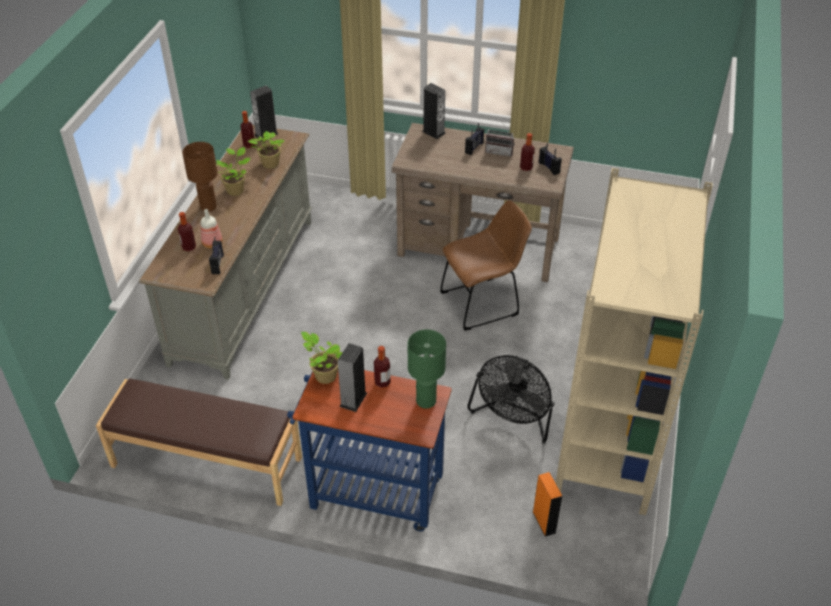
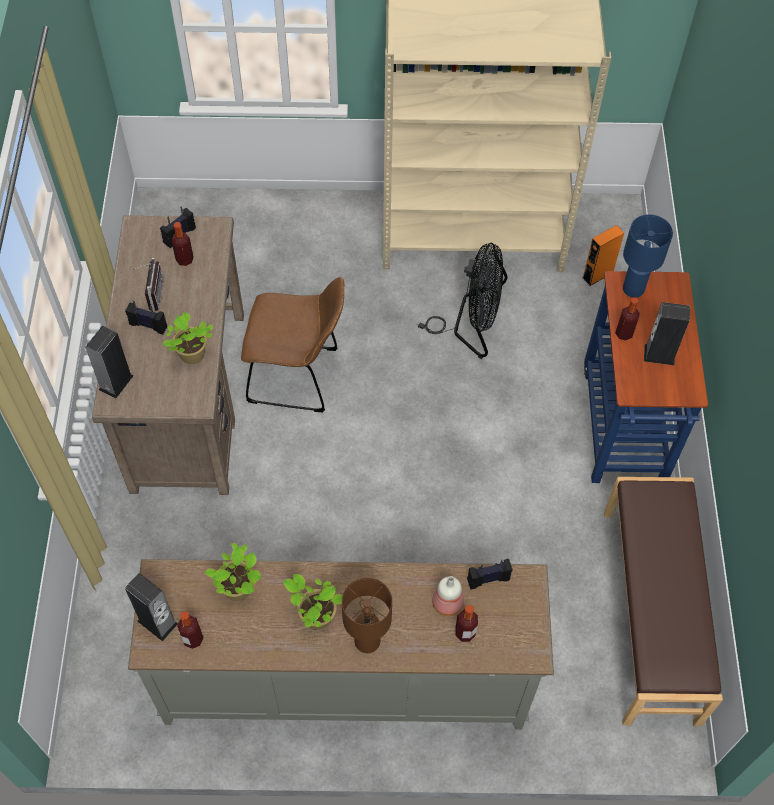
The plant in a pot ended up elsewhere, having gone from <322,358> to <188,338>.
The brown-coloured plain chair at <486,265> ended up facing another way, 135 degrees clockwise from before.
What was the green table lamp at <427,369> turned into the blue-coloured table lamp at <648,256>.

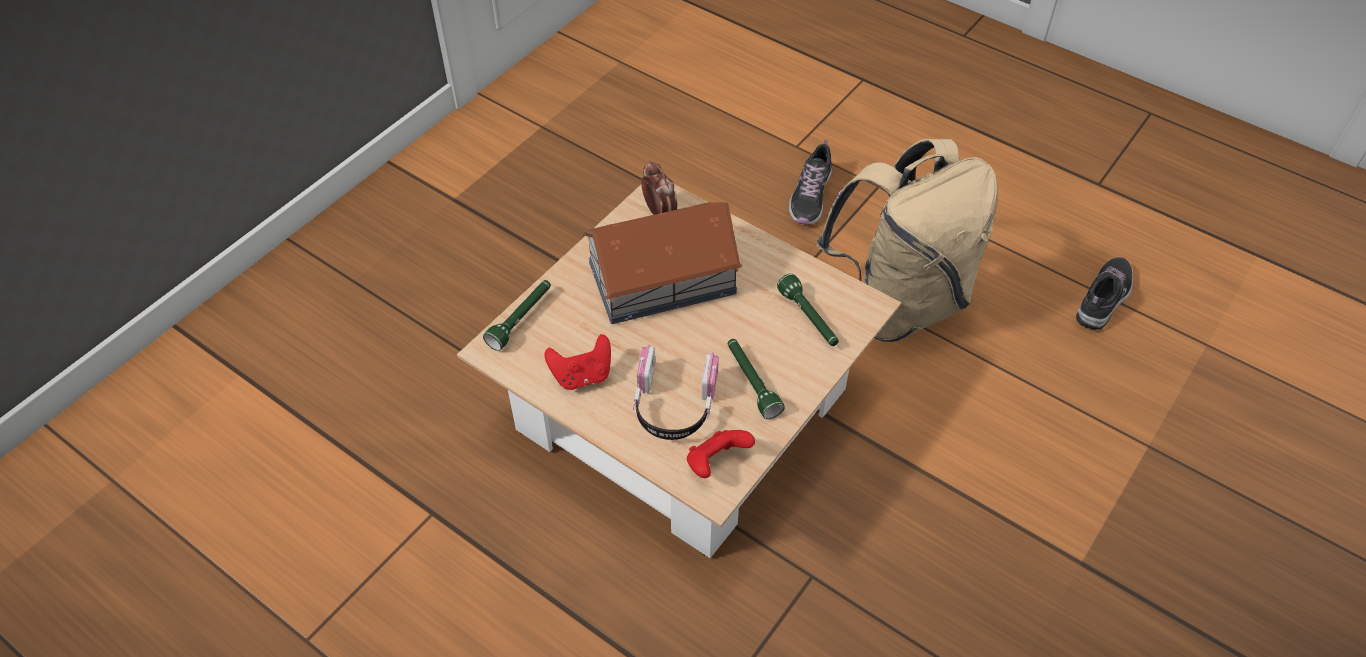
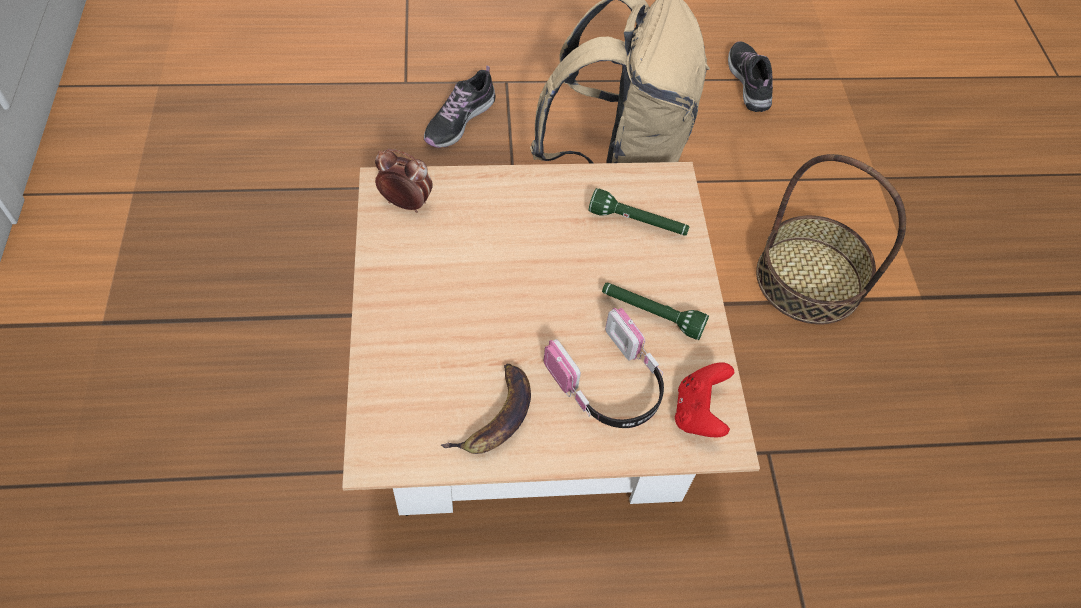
The low shoe at <810,182> ended up facing another way, 60 degrees clockwise from before.
Where the reddish joypad stood at <578,362>, the banana came to stand at <486,409>.
The second view gained the household basket at <831,239>.
The second view lost the green hand torch at <517,315>.
The second view lost the miniature house at <662,263>.

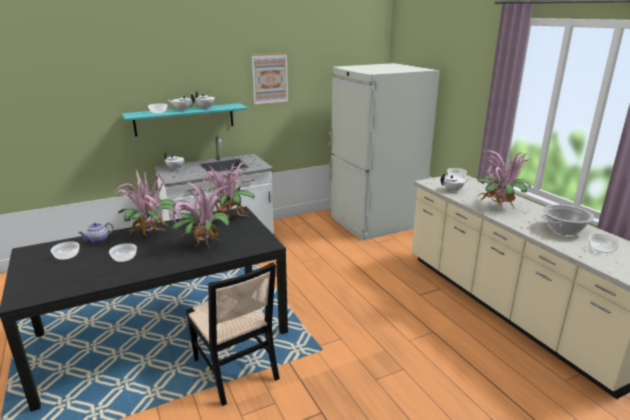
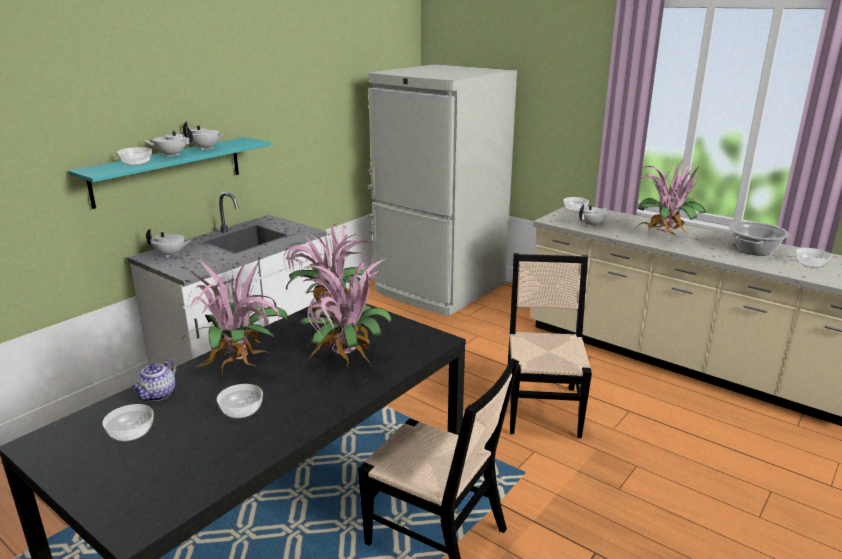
The second view gained the plain chair at <550,345>.
The second view lost the wall art at <269,79>.

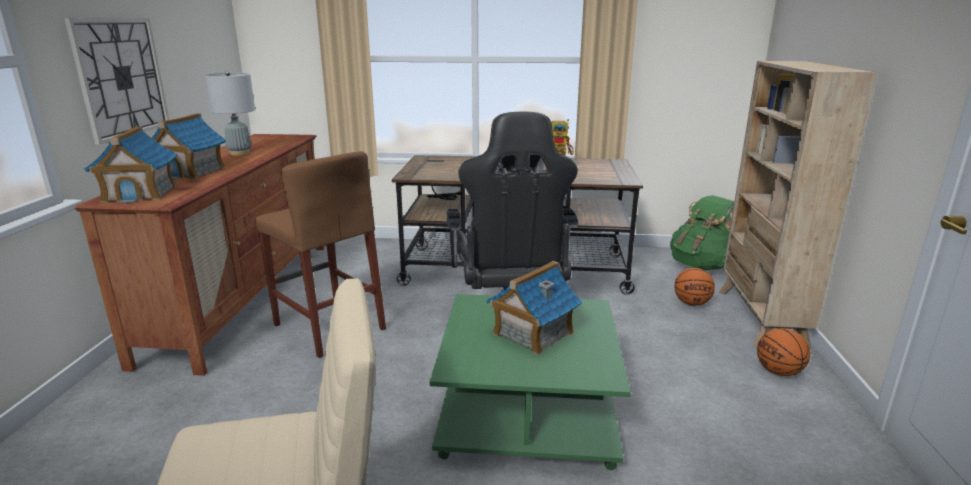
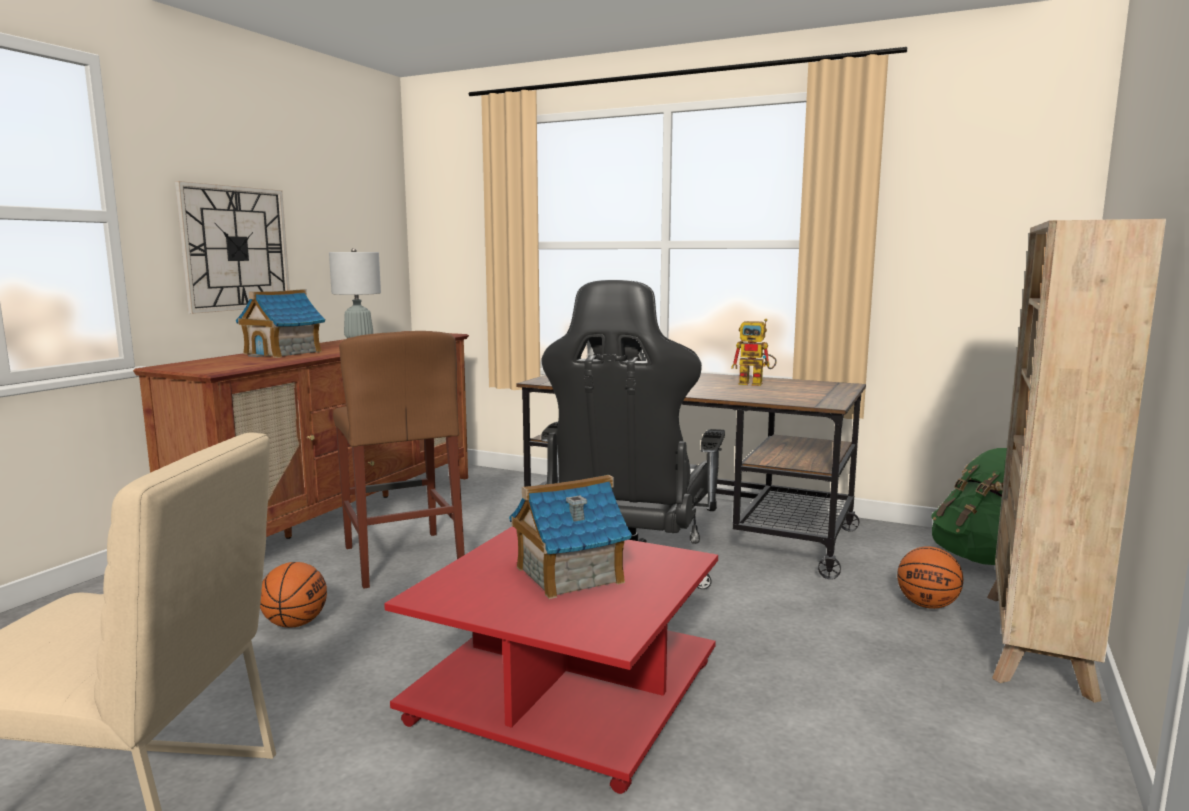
The basketball ended up elsewhere, having gone from <783,352> to <293,595>.
What was the green low table at <530,382> turned into the reddish low table at <551,660>.
The second view lost the miniature house at <130,165>.

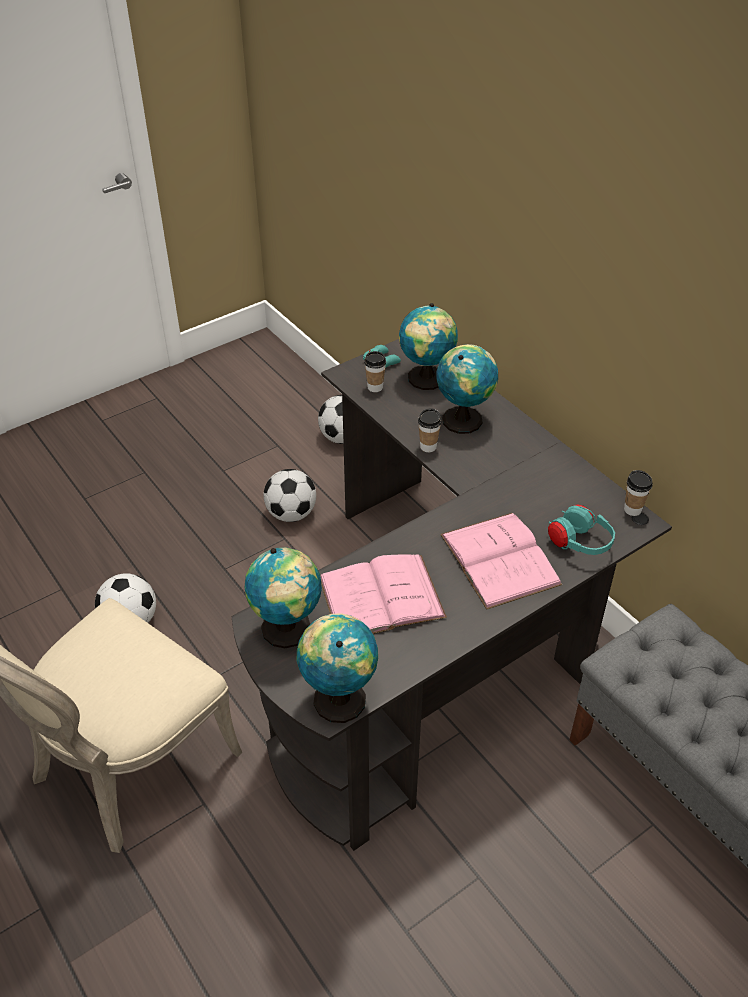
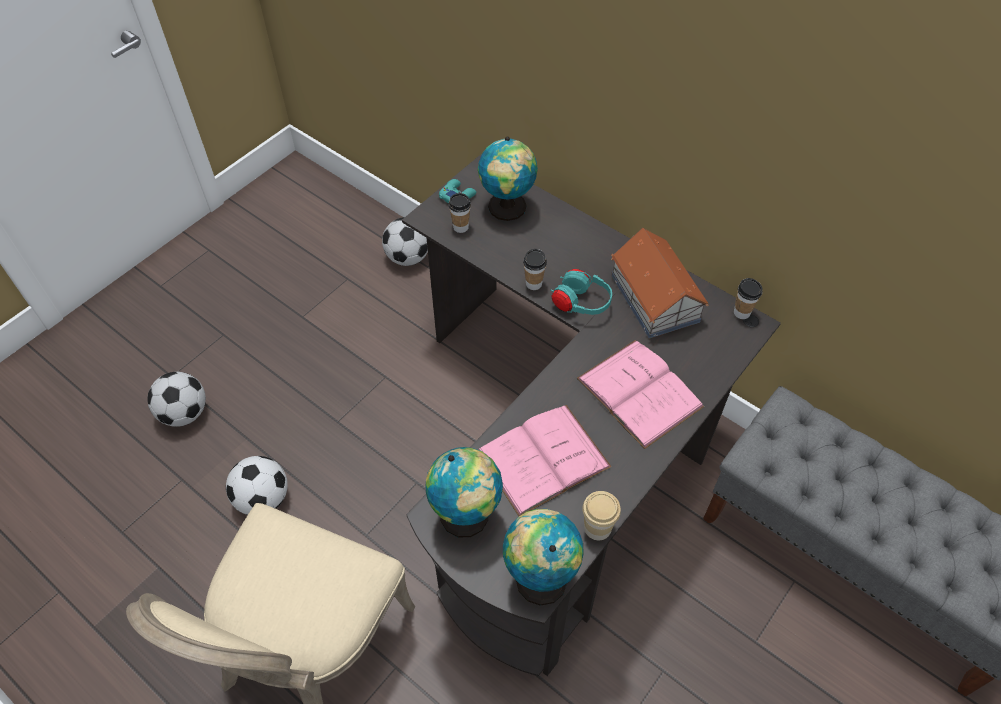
The football ball ended up elsewhere, having gone from <290,495> to <176,399>.
The turquoise headphones ended up elsewhere, having gone from <581,529> to <581,292>.
The second view gained the drinking cup at <601,515>.
The second view gained the miniature house at <660,283>.
The second view lost the world globe at <467,389>.

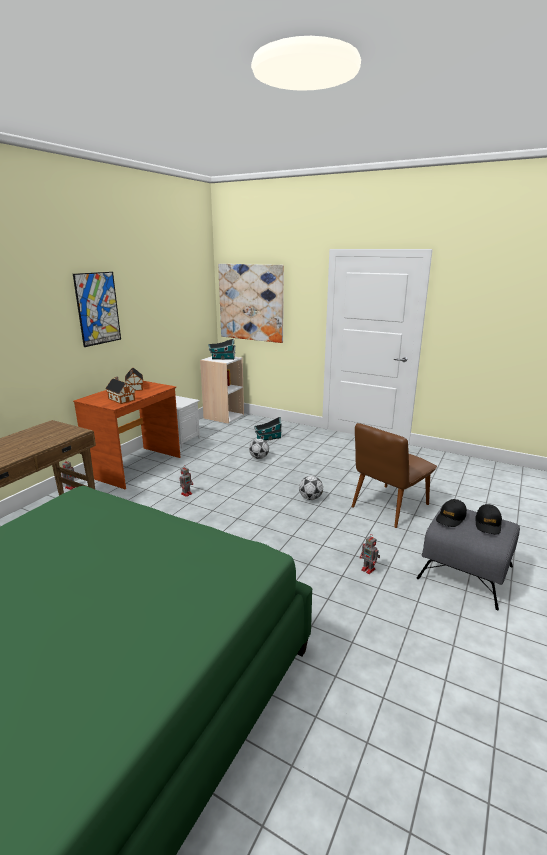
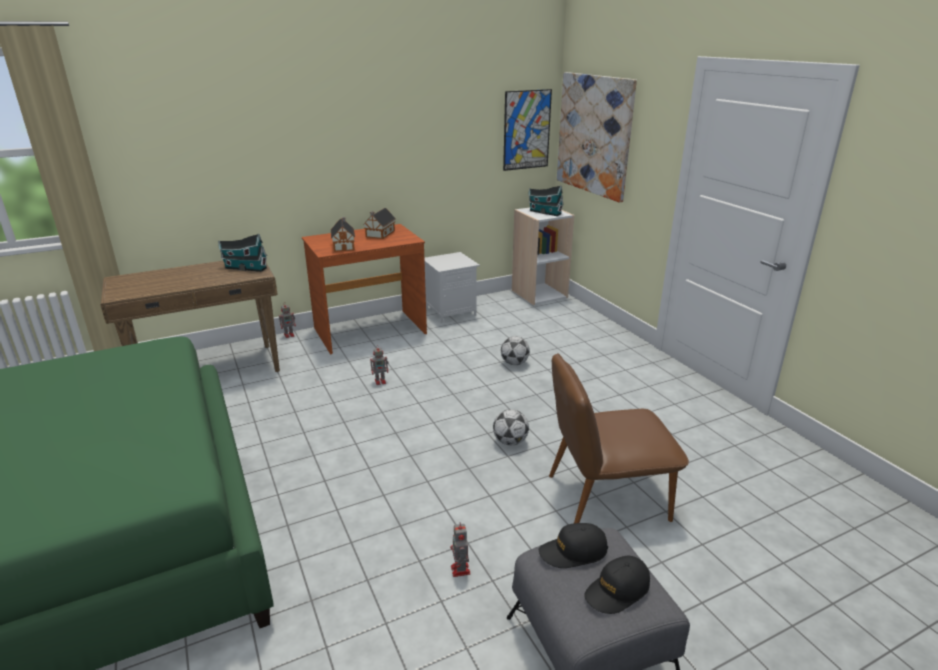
The miniature house ended up elsewhere, having gone from <268,429> to <242,253>.
The wall art ended up elsewhere, having gone from <97,309> to <527,130>.

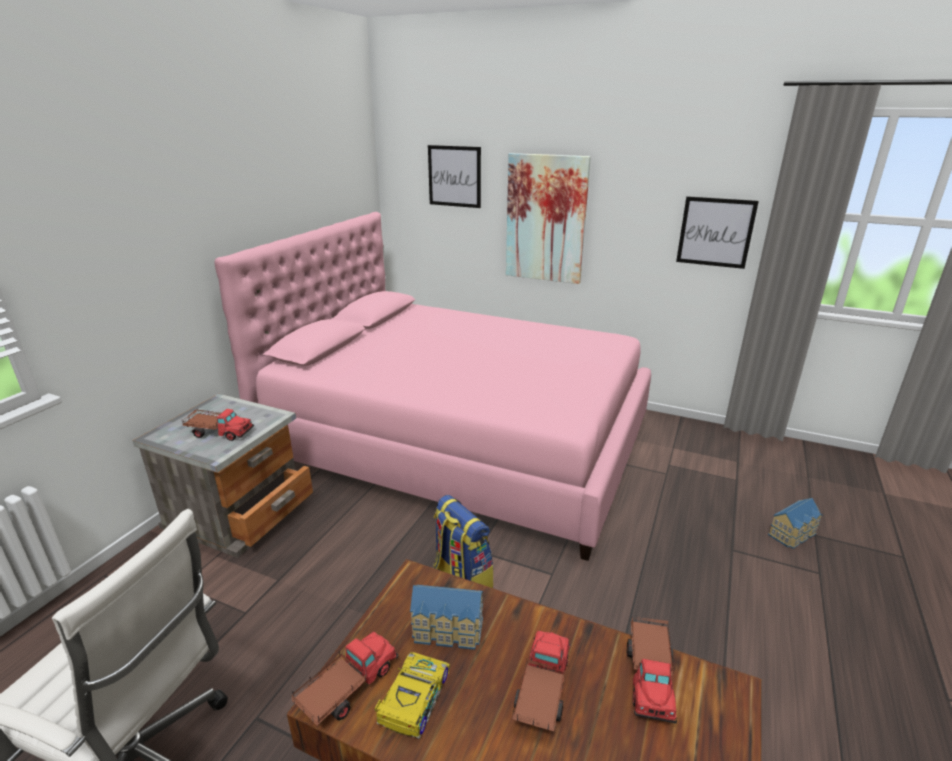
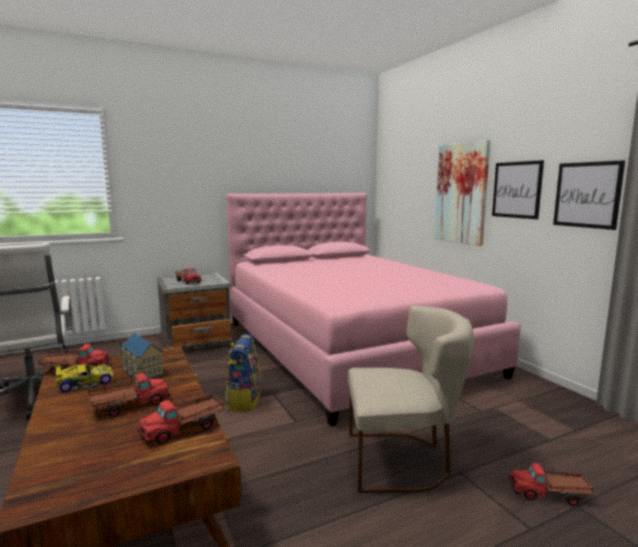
The second view gained the beige-coloured plain chair at <410,399>.
The wall art ended up elsewhere, having gone from <454,176> to <518,189>.
Where the miniature house stood at <795,523>, the toy truck came to stand at <552,484>.

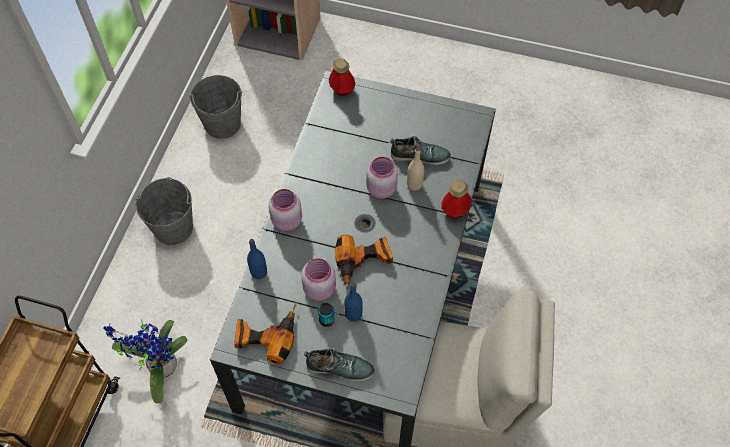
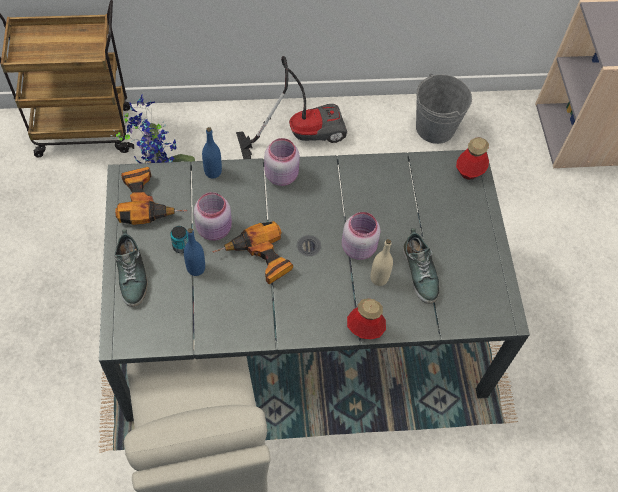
Where the grey bucket stood at <164,211>, the hoover came to stand at <291,107>.

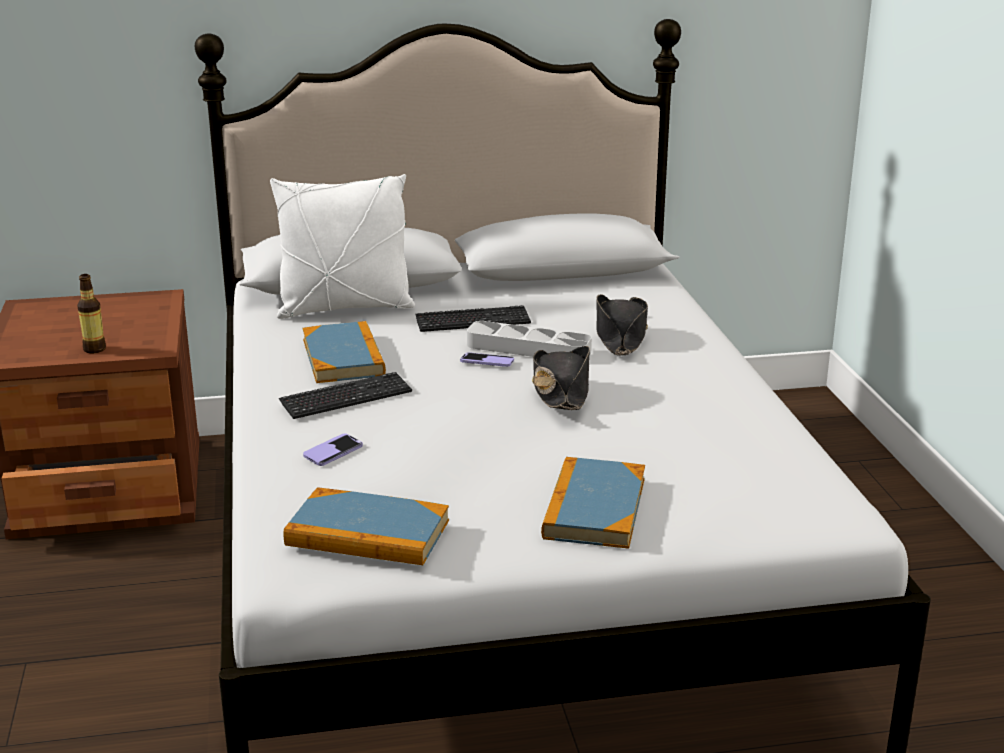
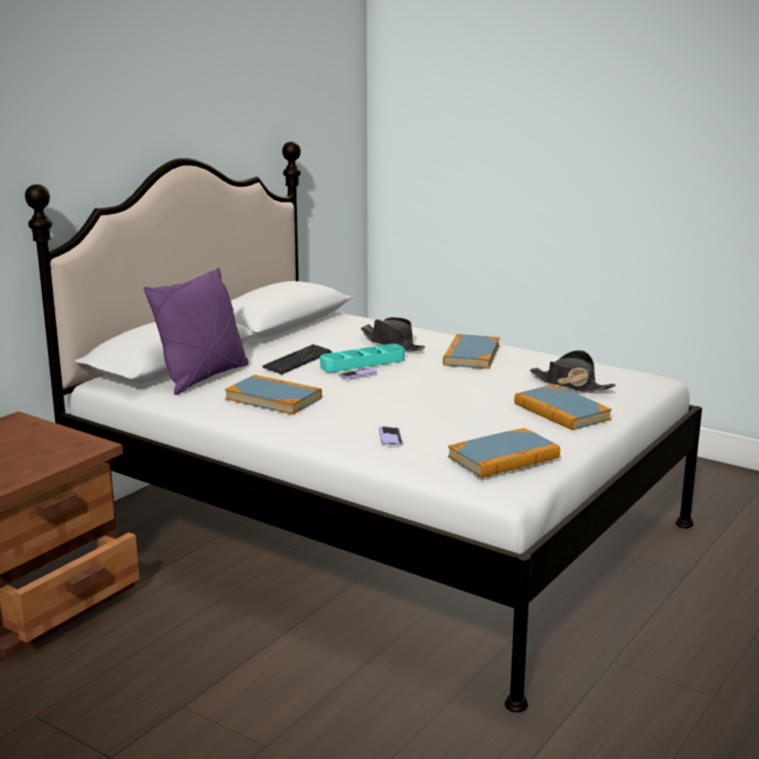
What was the white-coloured pillow at <342,246> turned into the purplish pillow at <196,331>.
What was the grey tray at <529,339> turned into the turquoise tray at <362,358>.
The second view gained the book at <471,351>.
The blackish clothing hat ended up elsewhere, having gone from <561,378> to <573,371>.
The second view lost the beverage bottle at <91,313>.
The second view lost the PC keyboard at <345,395>.

